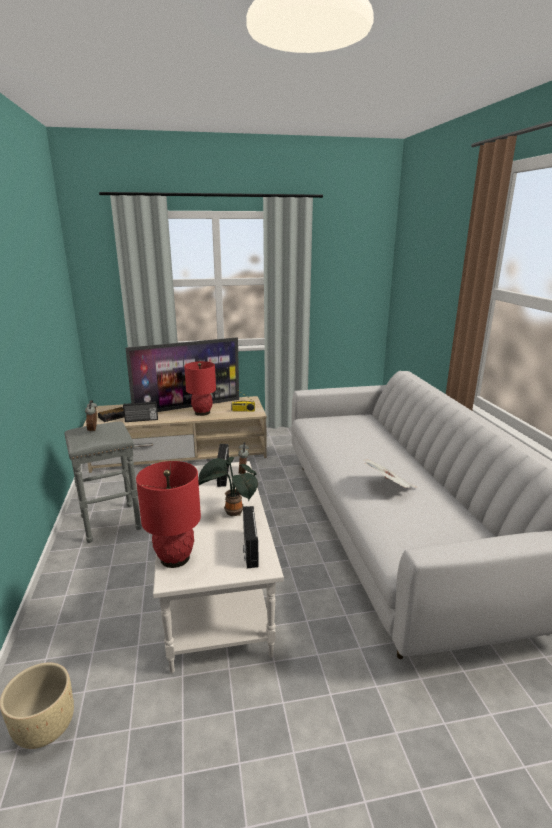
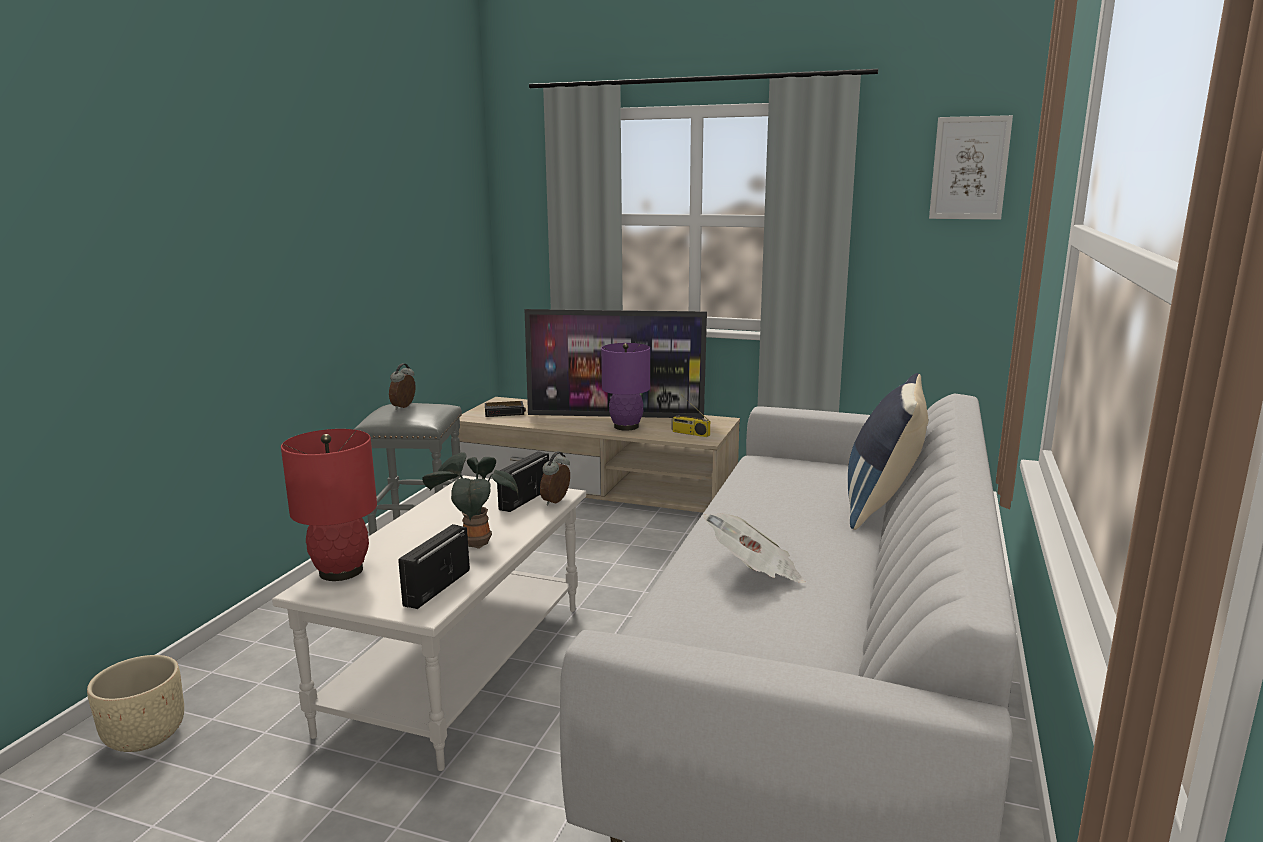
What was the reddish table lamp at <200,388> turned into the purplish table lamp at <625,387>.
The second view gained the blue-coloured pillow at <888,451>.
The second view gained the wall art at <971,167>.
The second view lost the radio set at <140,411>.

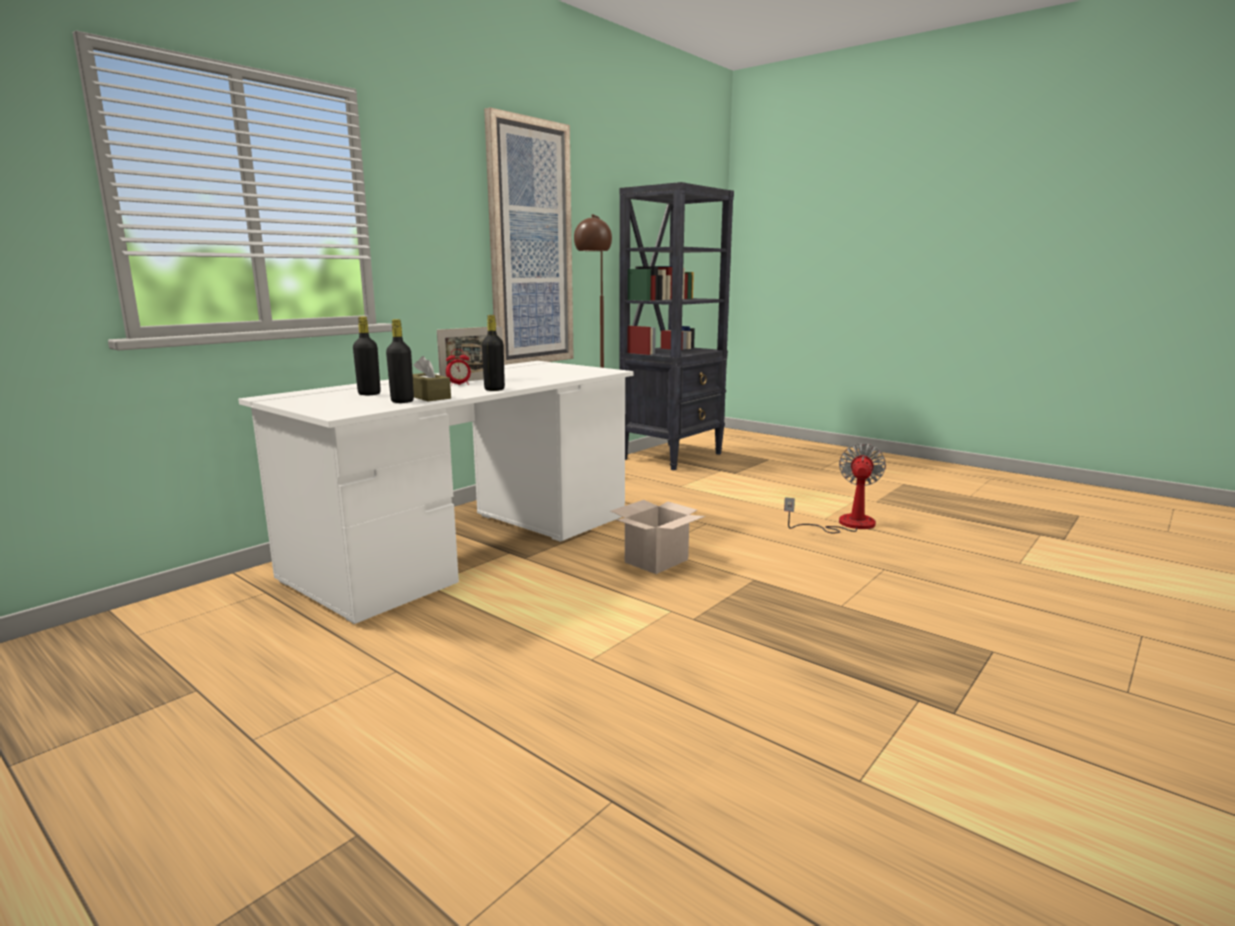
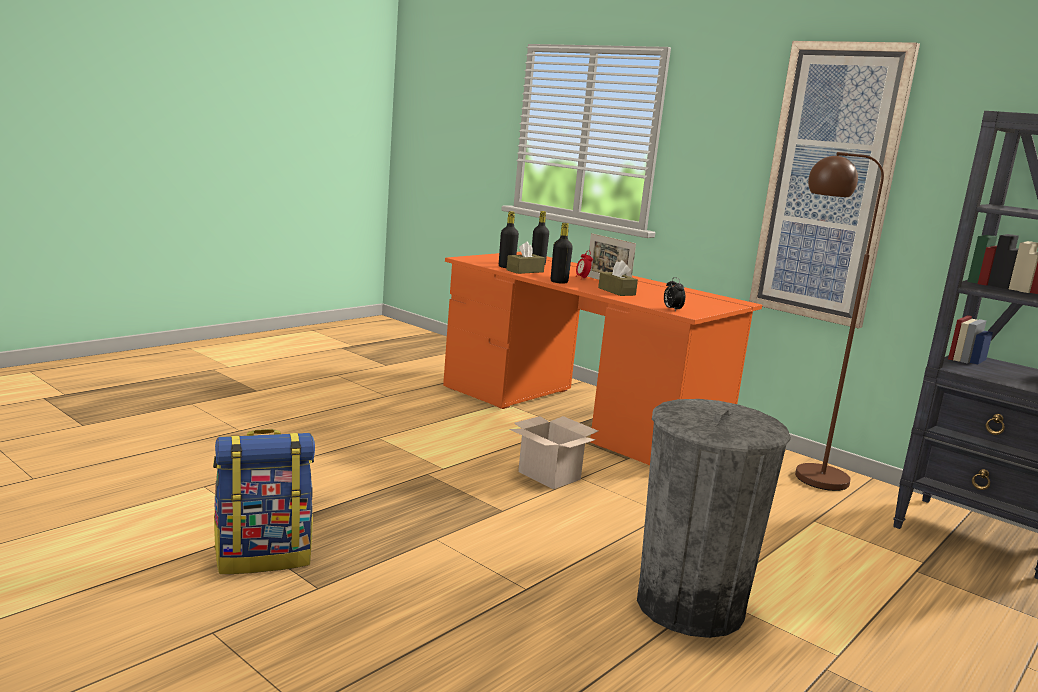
The second view gained the rucksack at <264,501>.
What was the white-coloured desk unit at <435,492> turned into the orangey desk unit at <602,358>.
The second view gained the brown-coloured tissue holder at <618,278>.
Where the cooling fan stood at <835,488>, the grey waste bin came to stand at <714,518>.
The second view gained the alarm clock at <674,294>.

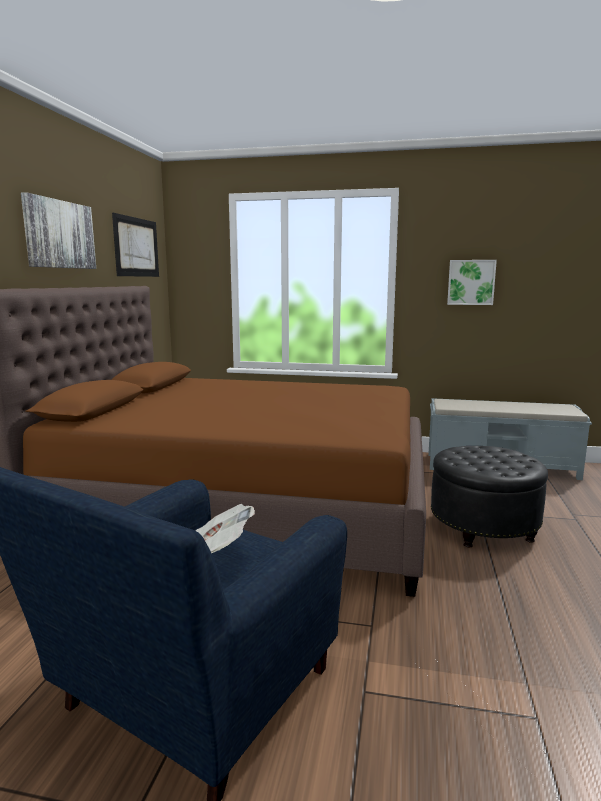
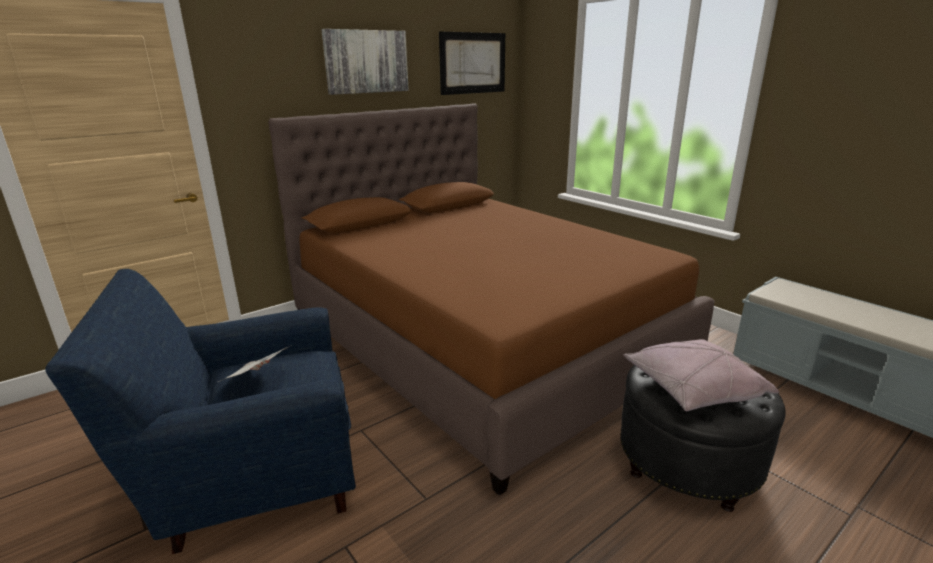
The second view gained the purplish pillow at <701,375>.
The second view lost the wall art at <472,282>.

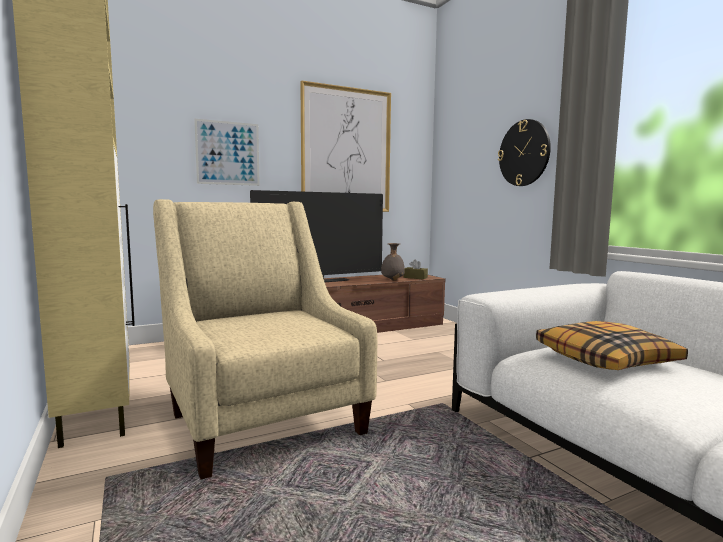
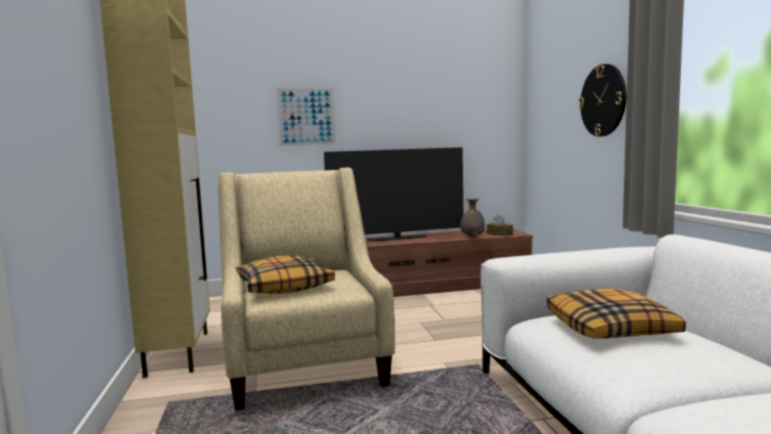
The second view gained the pillow at <285,275>.
The second view lost the wall art at <345,146>.

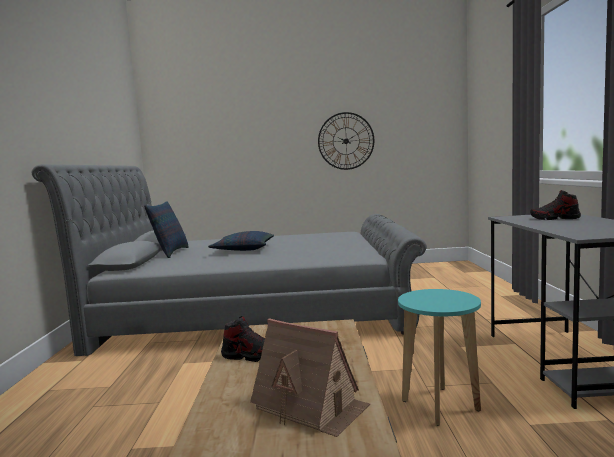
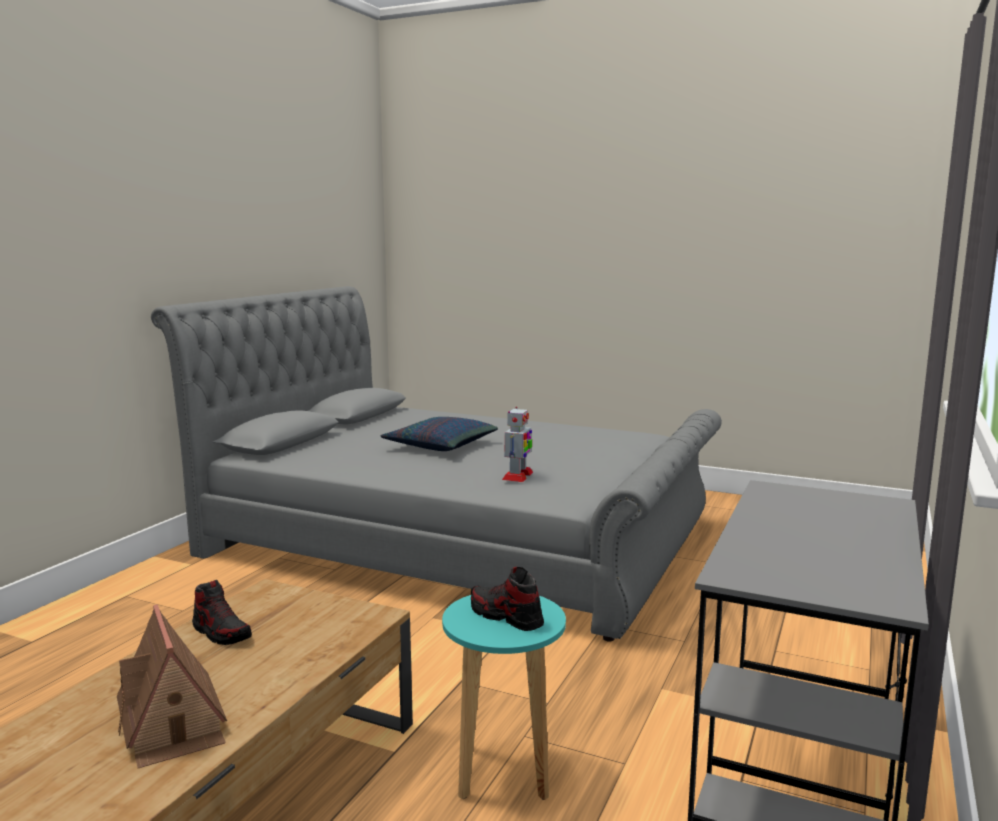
The low shoe ended up elsewhere, having gone from <555,205> to <507,599>.
The second view gained the robot figure at <517,444>.
The second view lost the blue-coloured pillow at <166,229>.
The second view lost the hanging clock at <346,141>.

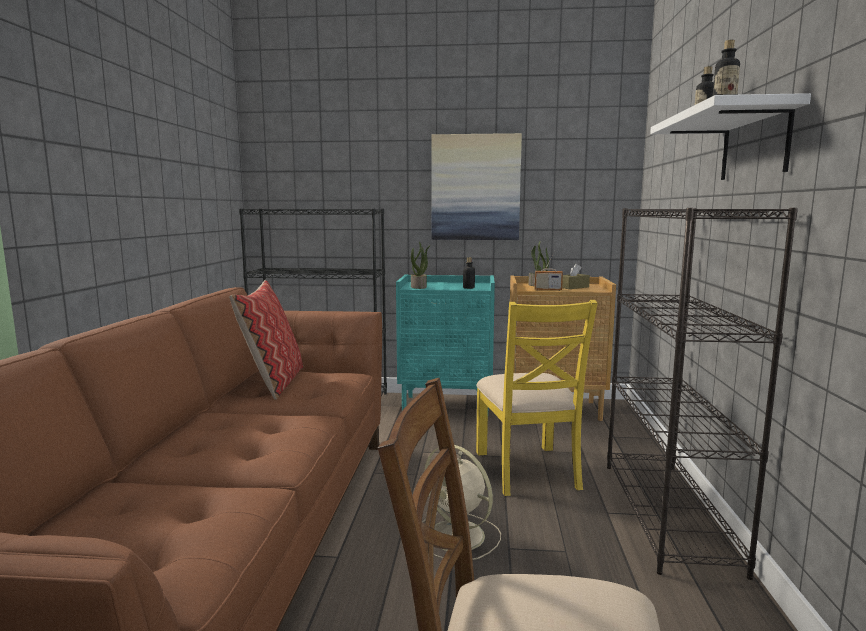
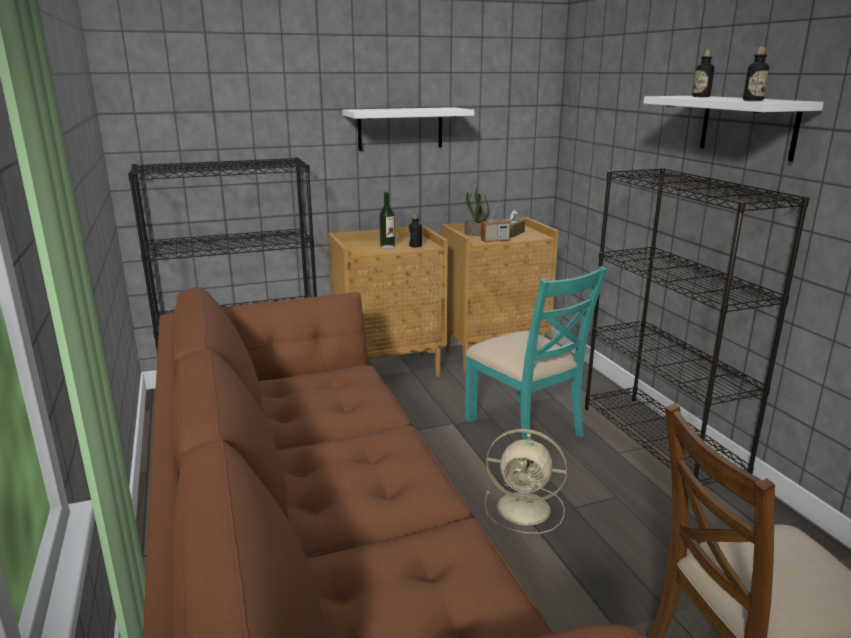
What was the turquoise cabinet at <445,342> turned into the brown-coloured cabinet at <388,301>.
Where the wall art hung at <477,186>, the white-coloured wall shelf came to hang at <408,129>.
The second view gained the beverage bottle at <387,220>.
What was the yellowish plain chair at <537,398> turned into the turquoise plain chair at <535,353>.
The second view lost the pillow at <266,340>.
The second view lost the plant in a pot at <421,265>.

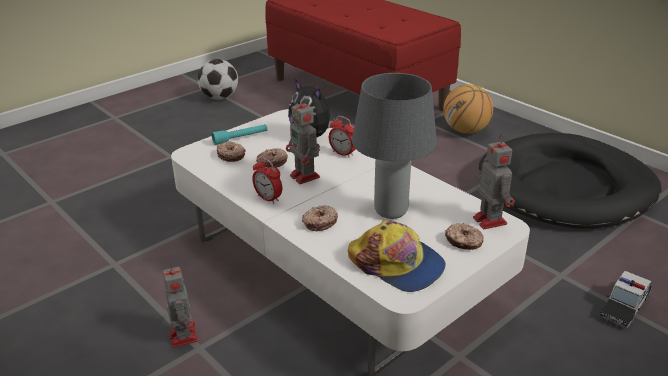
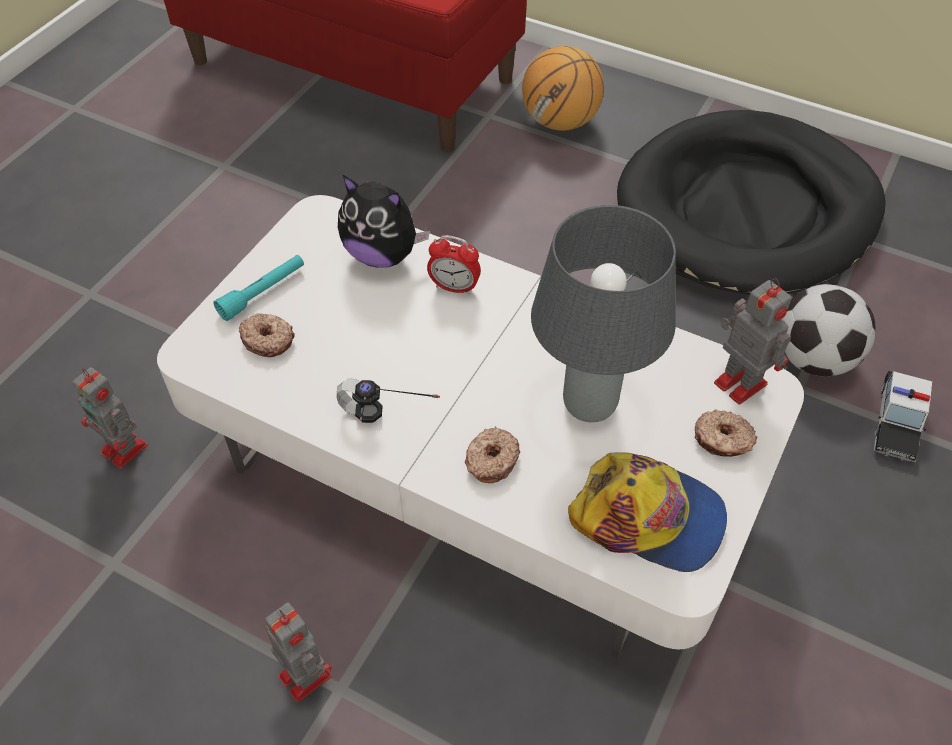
The robot figure ended up elsewhere, having gone from <303,140> to <110,418>.
Where the alarm clock stood at <267,180>, the headphones came to stand at <388,400>.
The football ball ended up elsewhere, having gone from <218,79> to <828,330>.
The second view lost the doughnut at <272,158>.

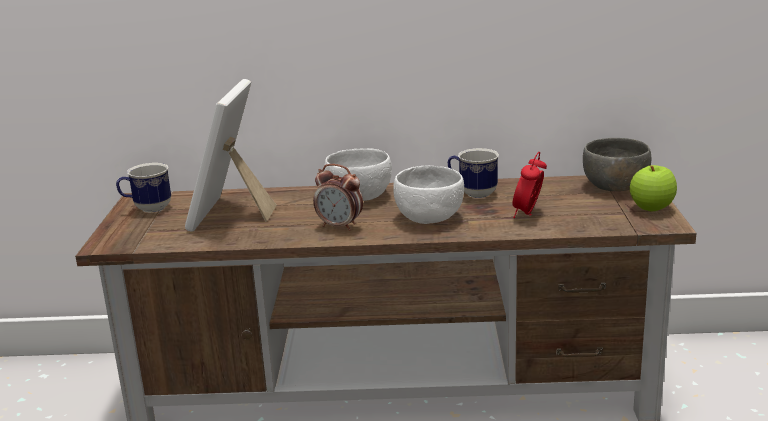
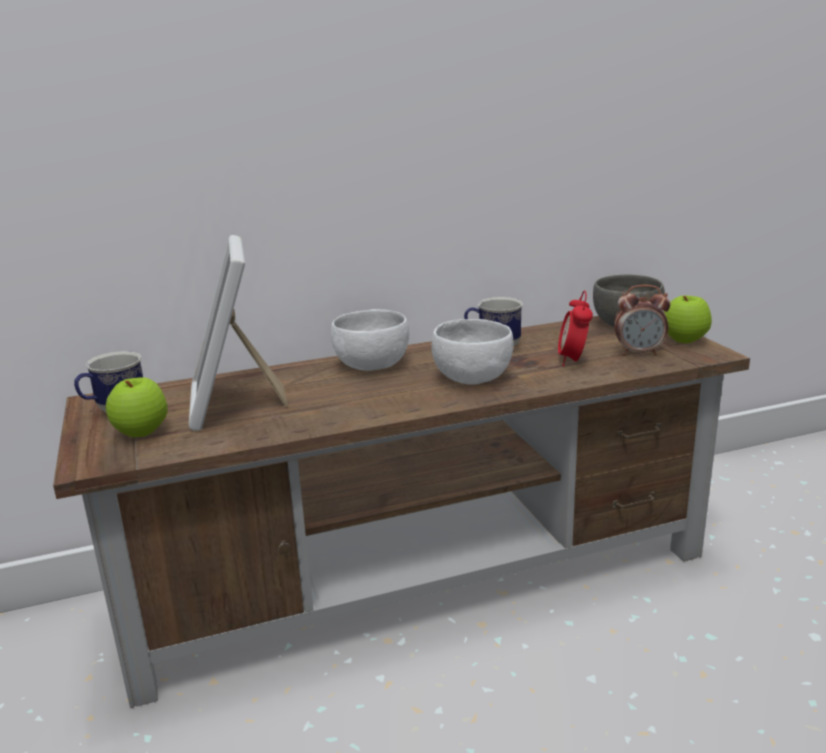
The second view gained the whole apple at <137,407>.
The alarm clock ended up elsewhere, having gone from <338,197> to <642,320>.

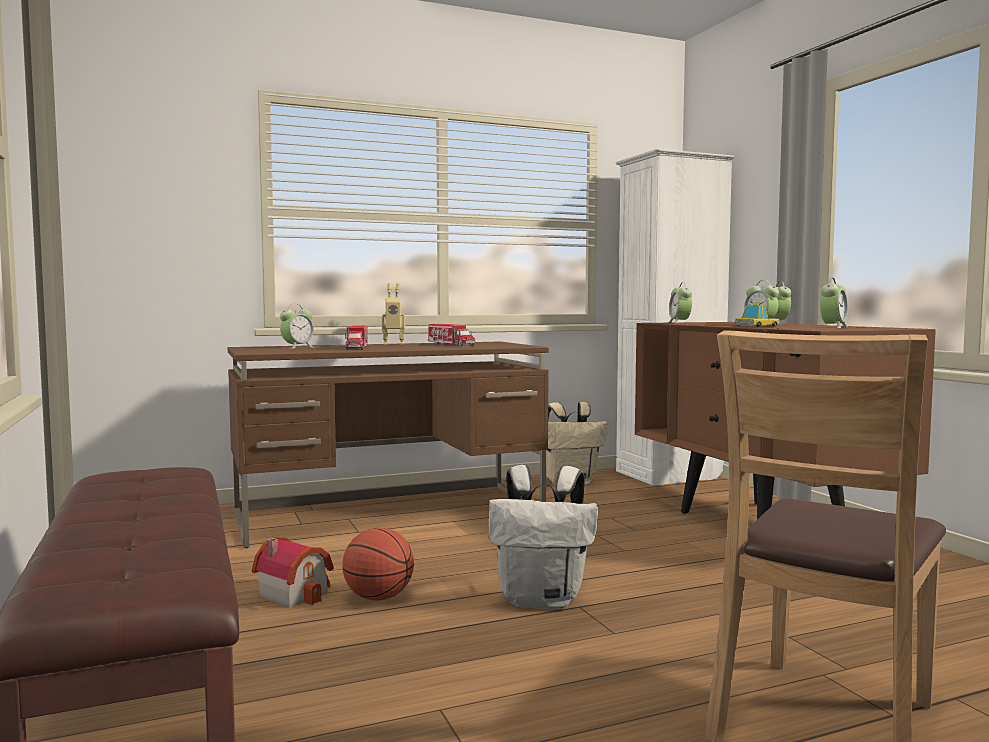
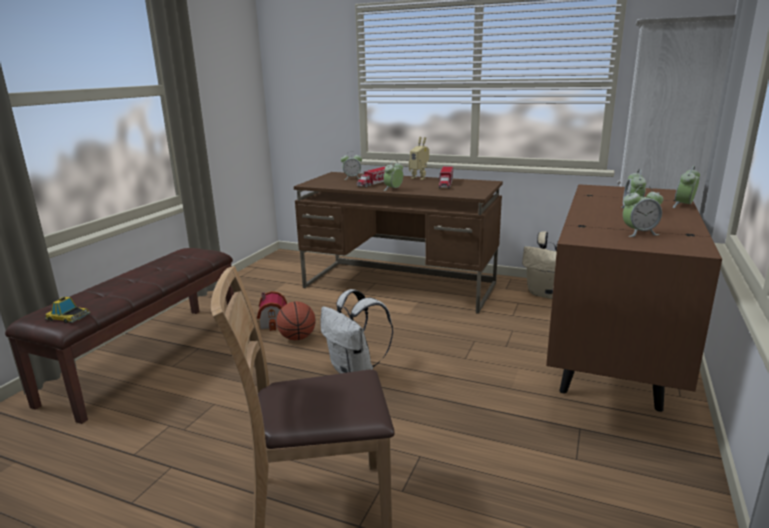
The miniature car ended up elsewhere, having gone from <757,315> to <67,310>.
The alarm clock ended up elsewhere, having gone from <680,302> to <393,175>.

